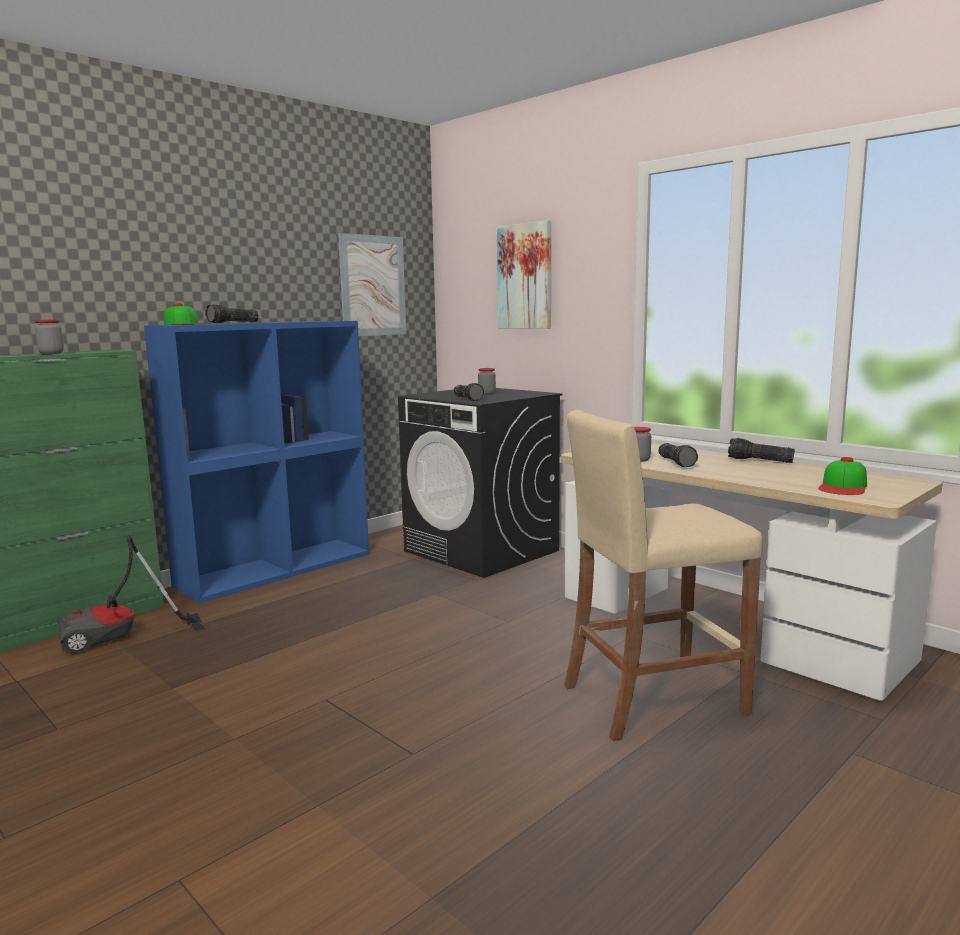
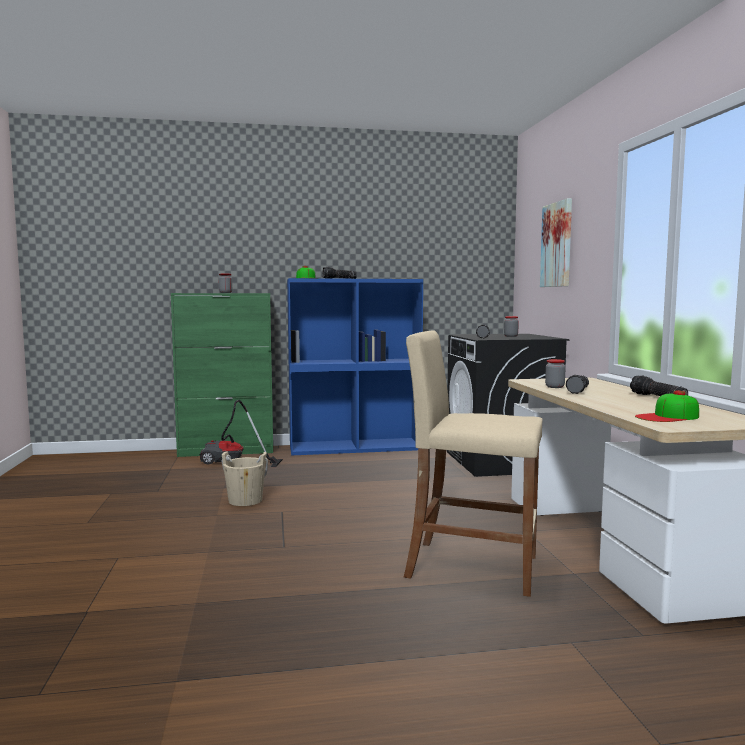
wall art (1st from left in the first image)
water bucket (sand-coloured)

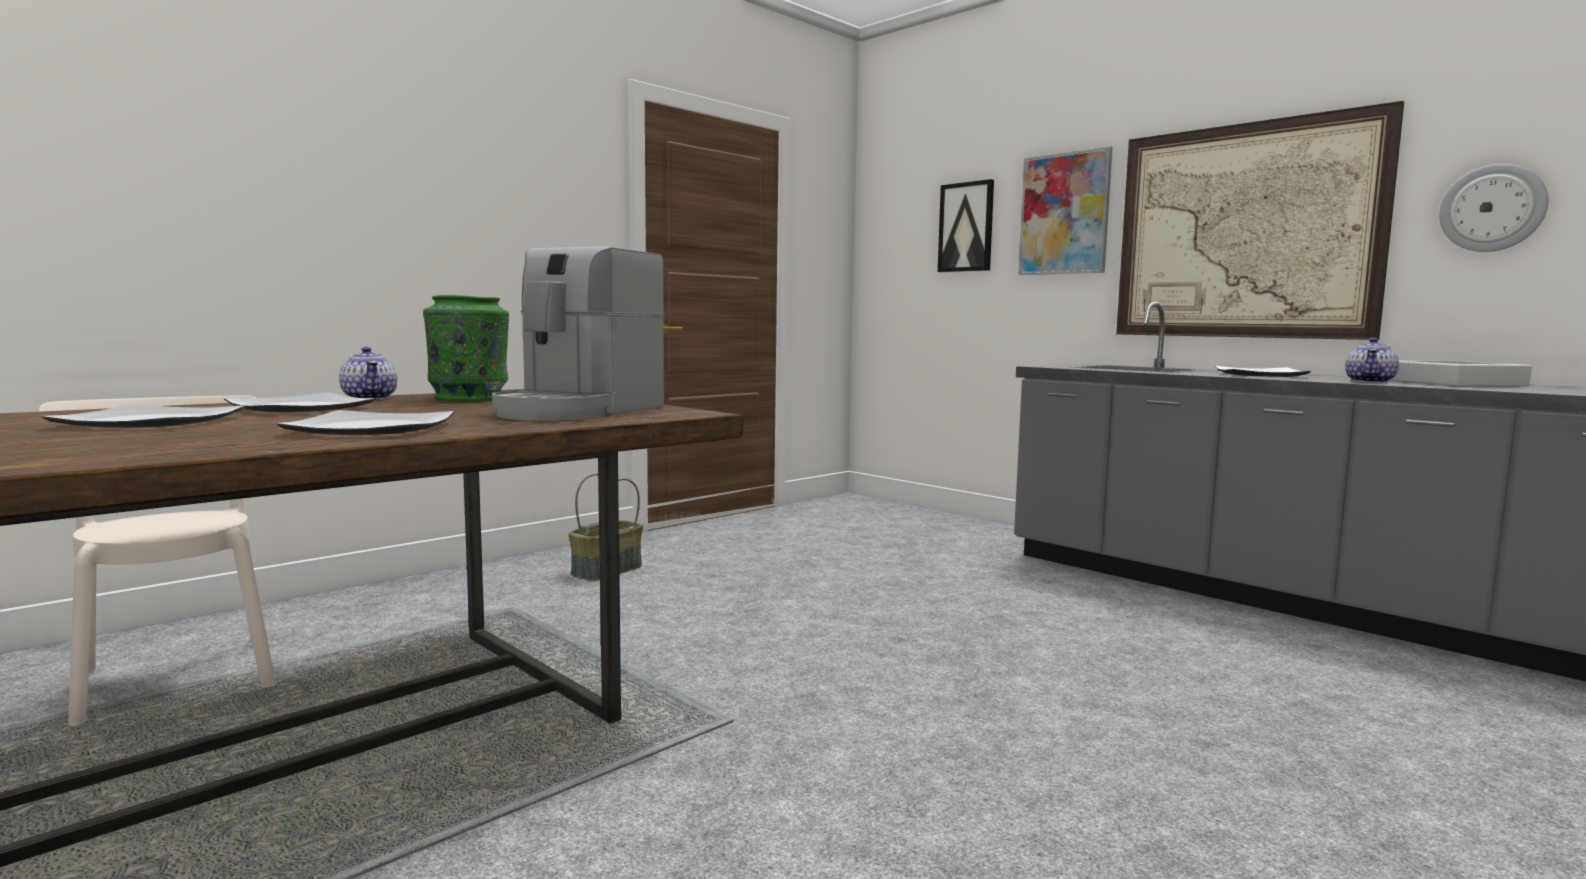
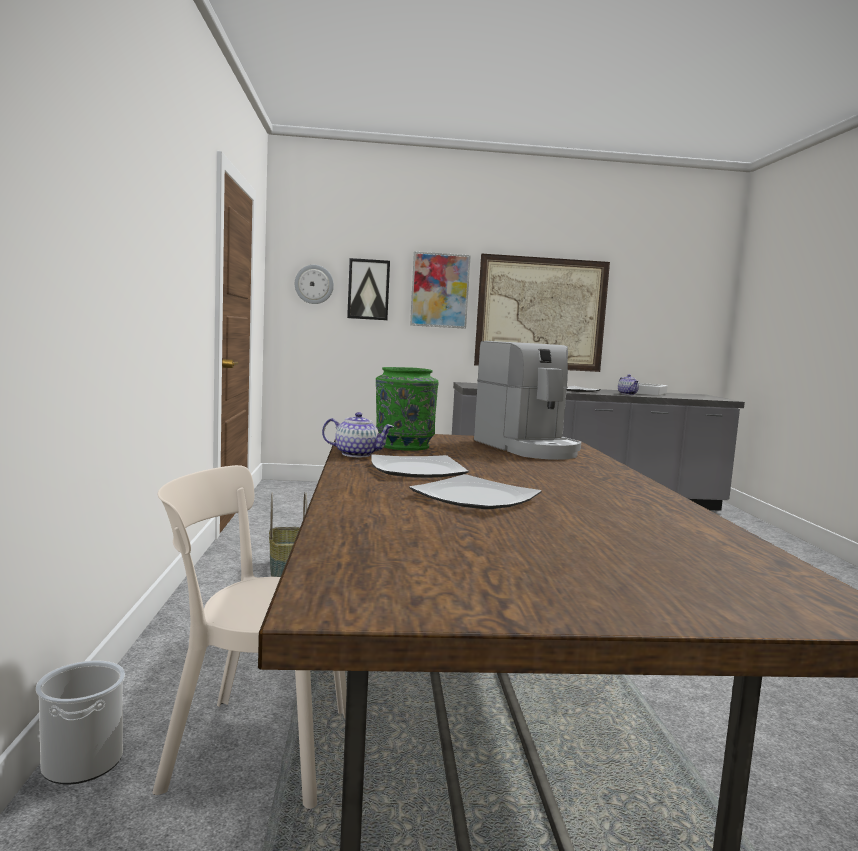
flat dish (3rd from left in the first image)
wall clock
water bucket

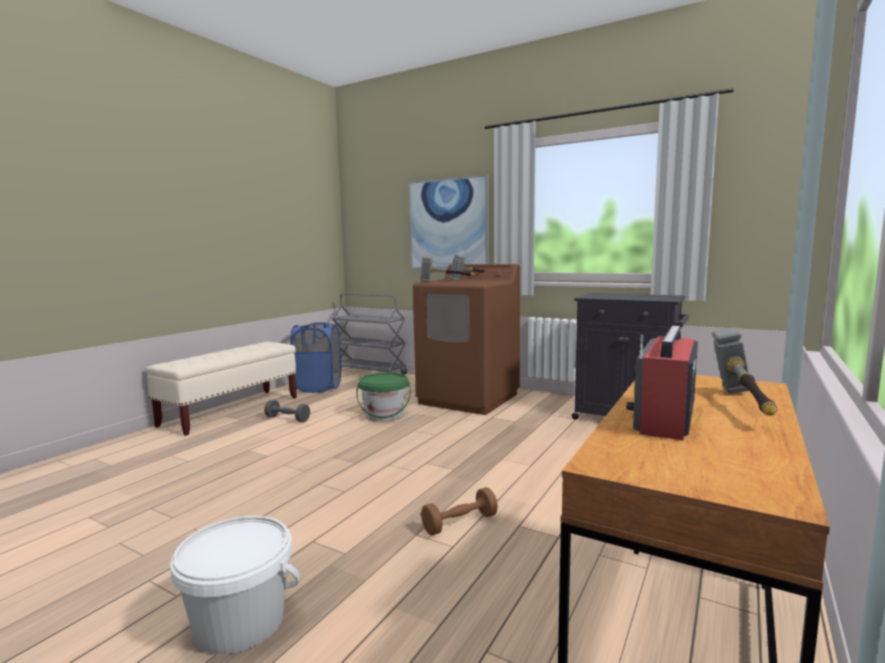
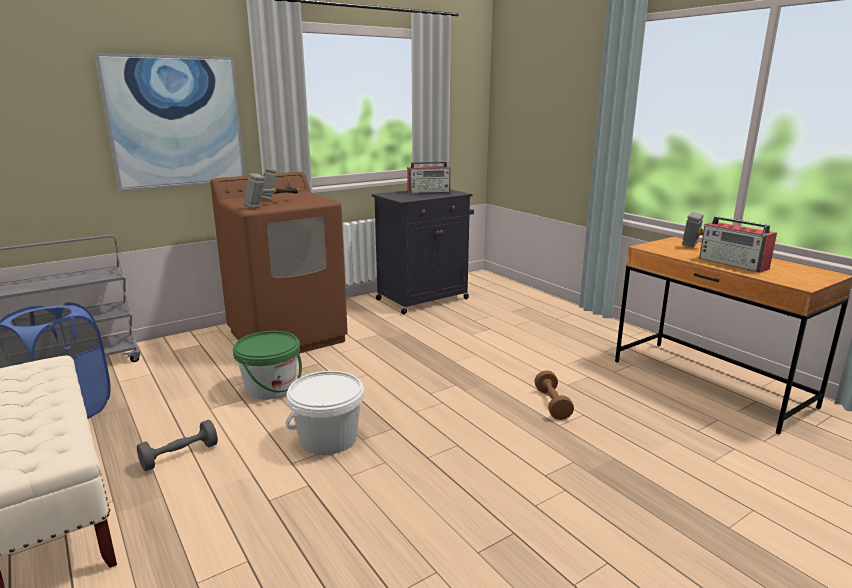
water bucket (white-coloured)
radio receiver (1st from left)

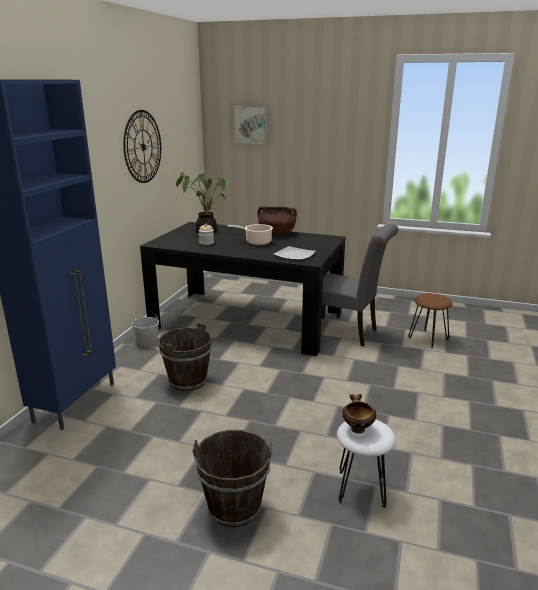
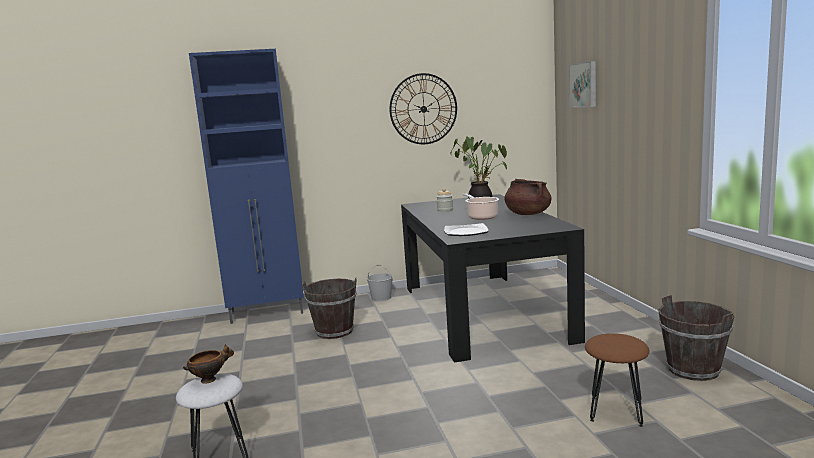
water bucket (brown) (2nd from left)
plain chair (gray)

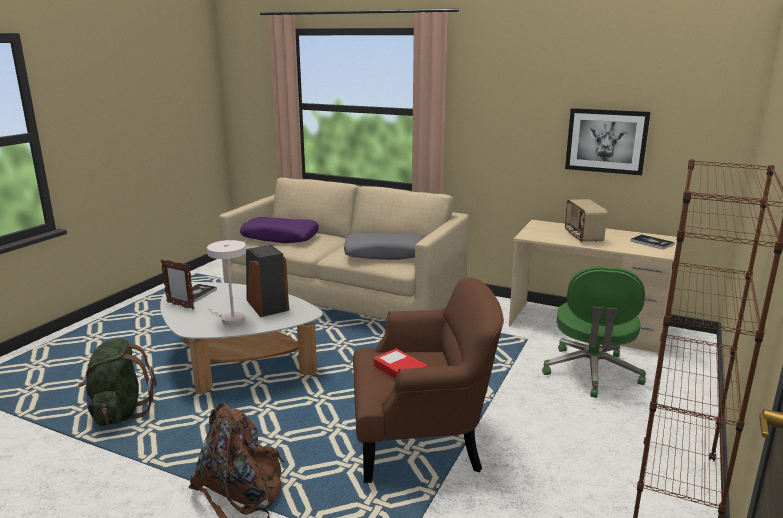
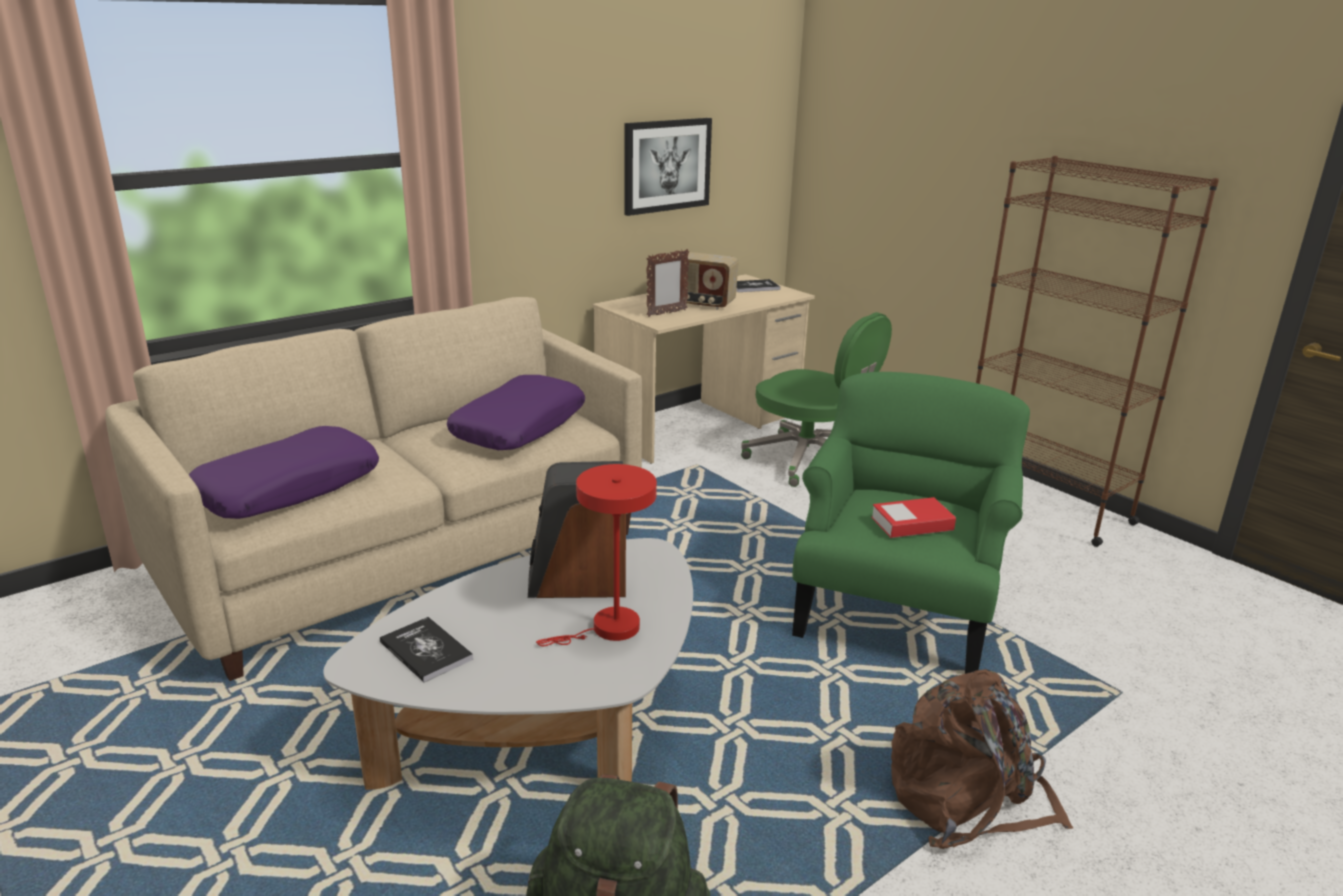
photo frame
table lamp (reddish)
pillow (purplish) (2nd from left)
lounge chair (green-coloured)

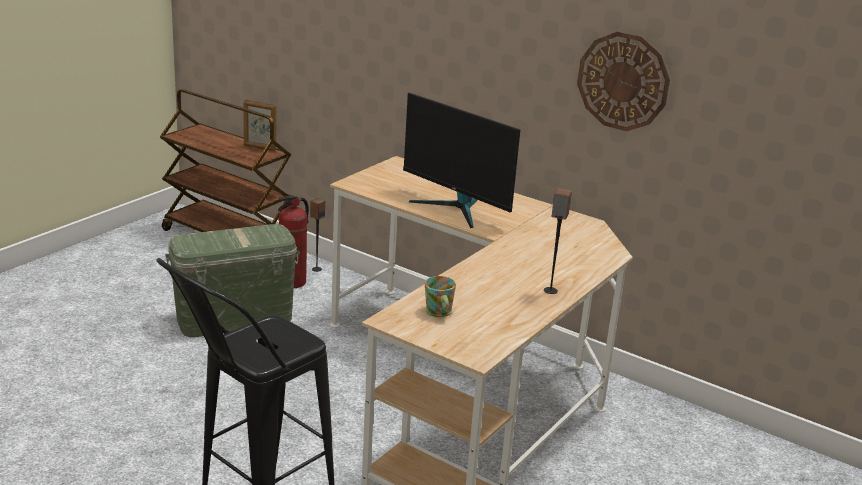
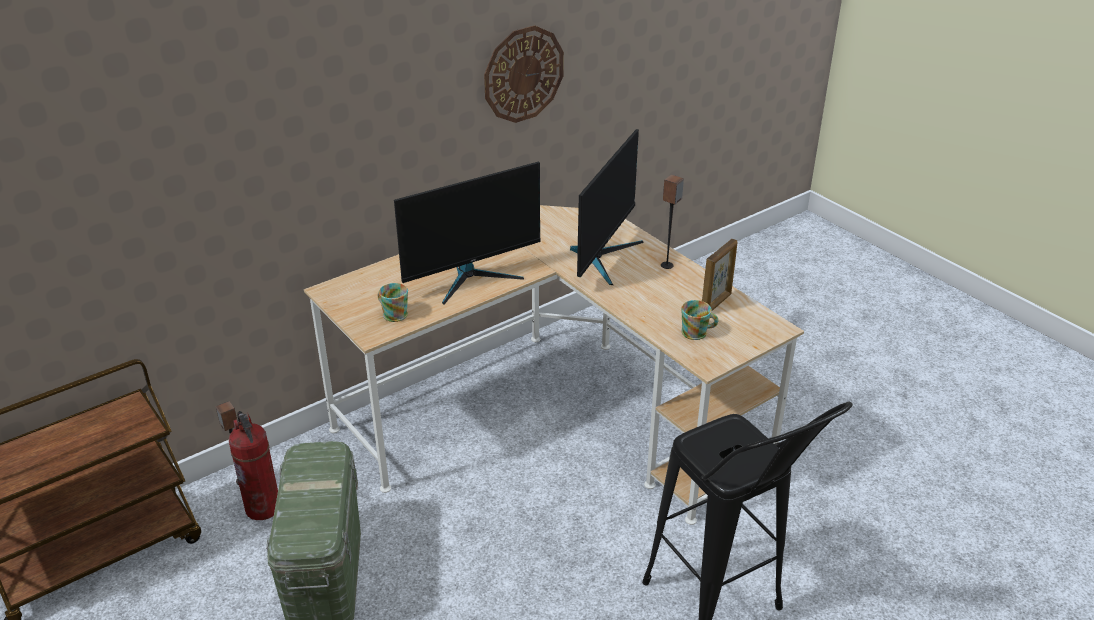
photo frame
mug (1st from left)
computer display (2nd from left)

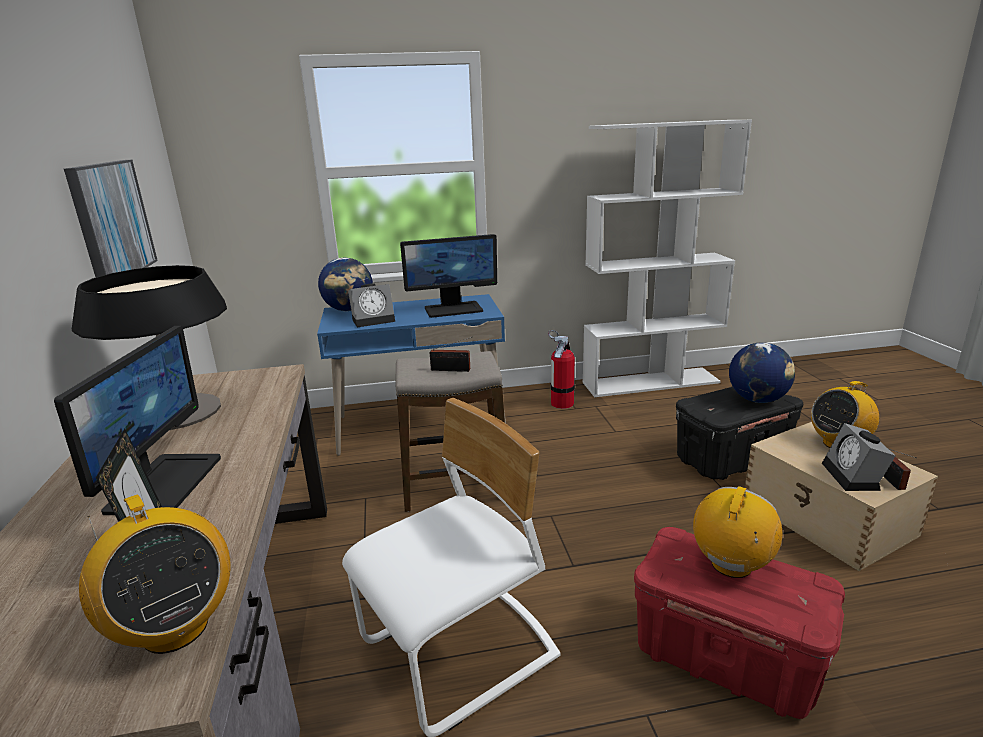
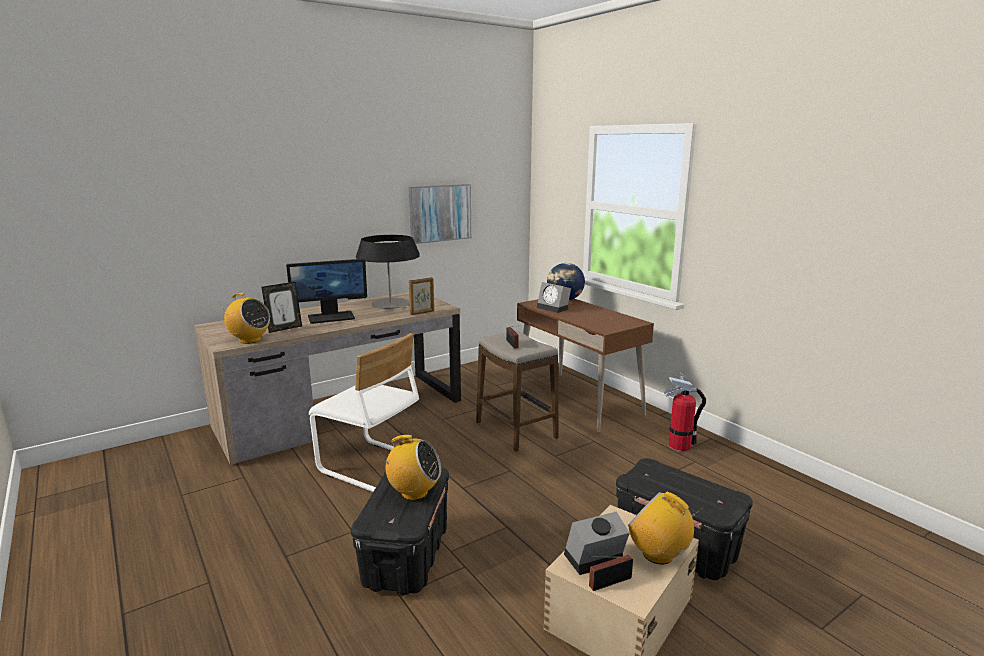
radio receiver (1st from left)
desk table (brown) (2nd from left)
computer display (2nd from left in the first image)
bookshelf (white-coloured)
storage box (blackish) (1st from left)
world globe (2nd from left in the first image)
photo frame (2nd from left)

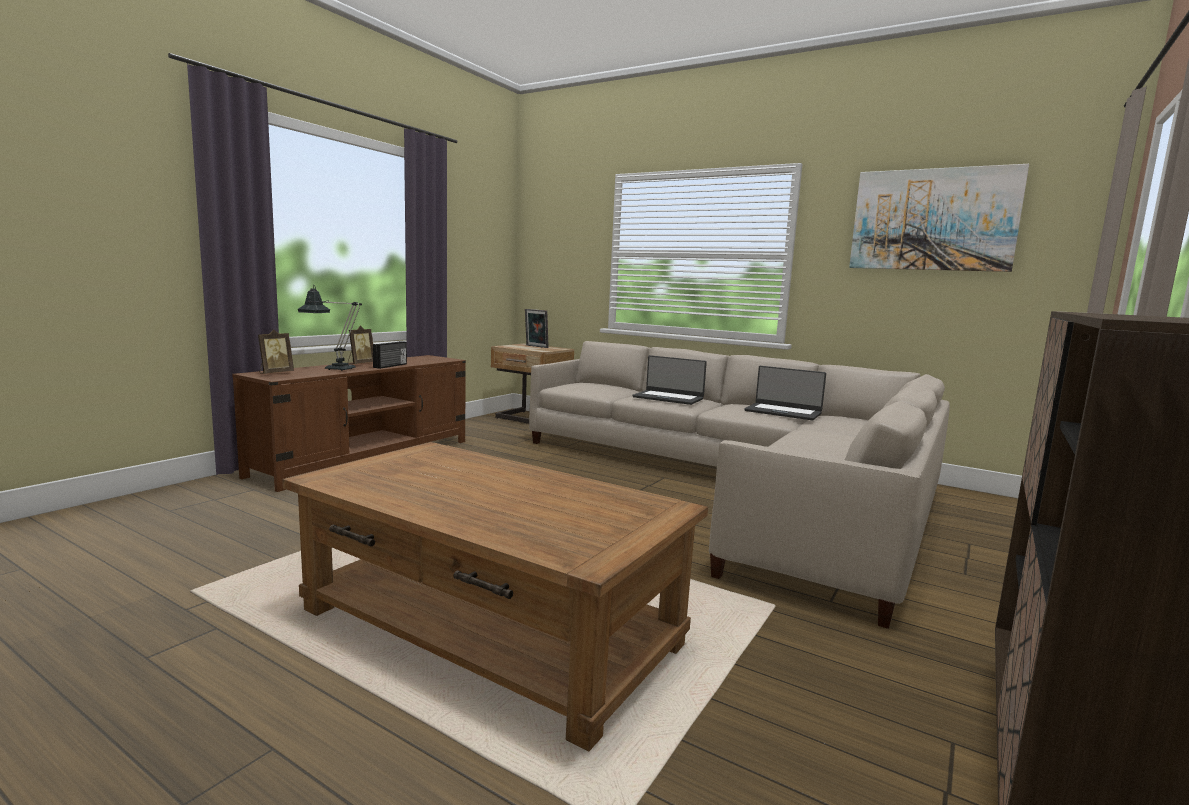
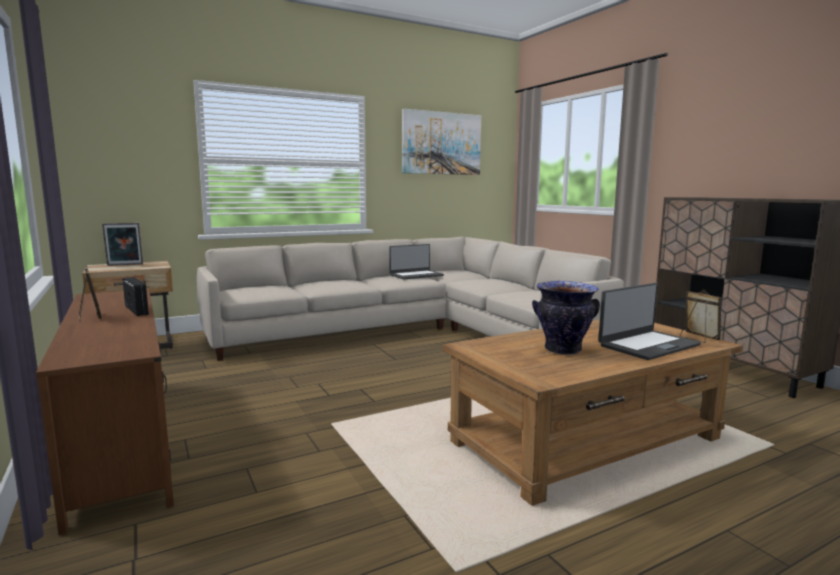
photo frame (3rd from left)
table lamp
notebook computer (2nd from left)
flower vase

